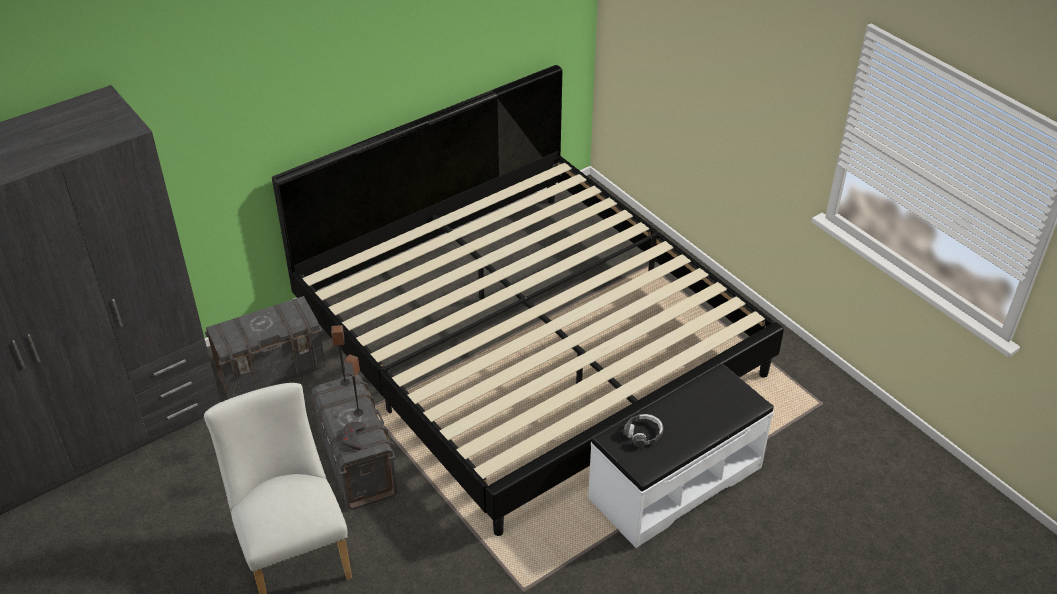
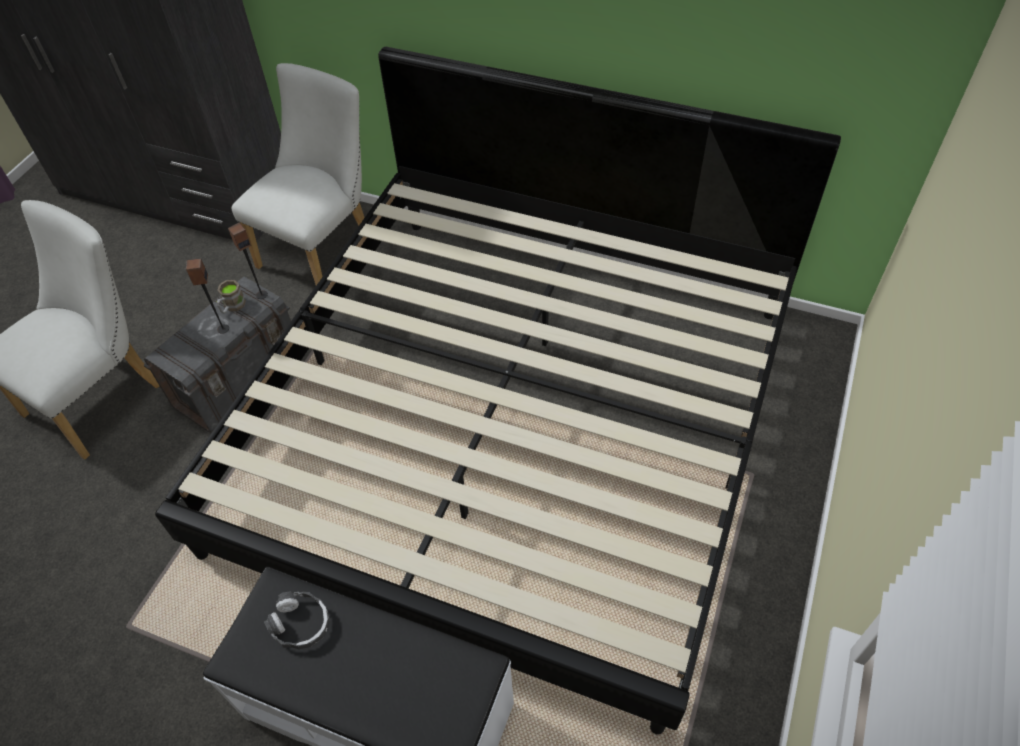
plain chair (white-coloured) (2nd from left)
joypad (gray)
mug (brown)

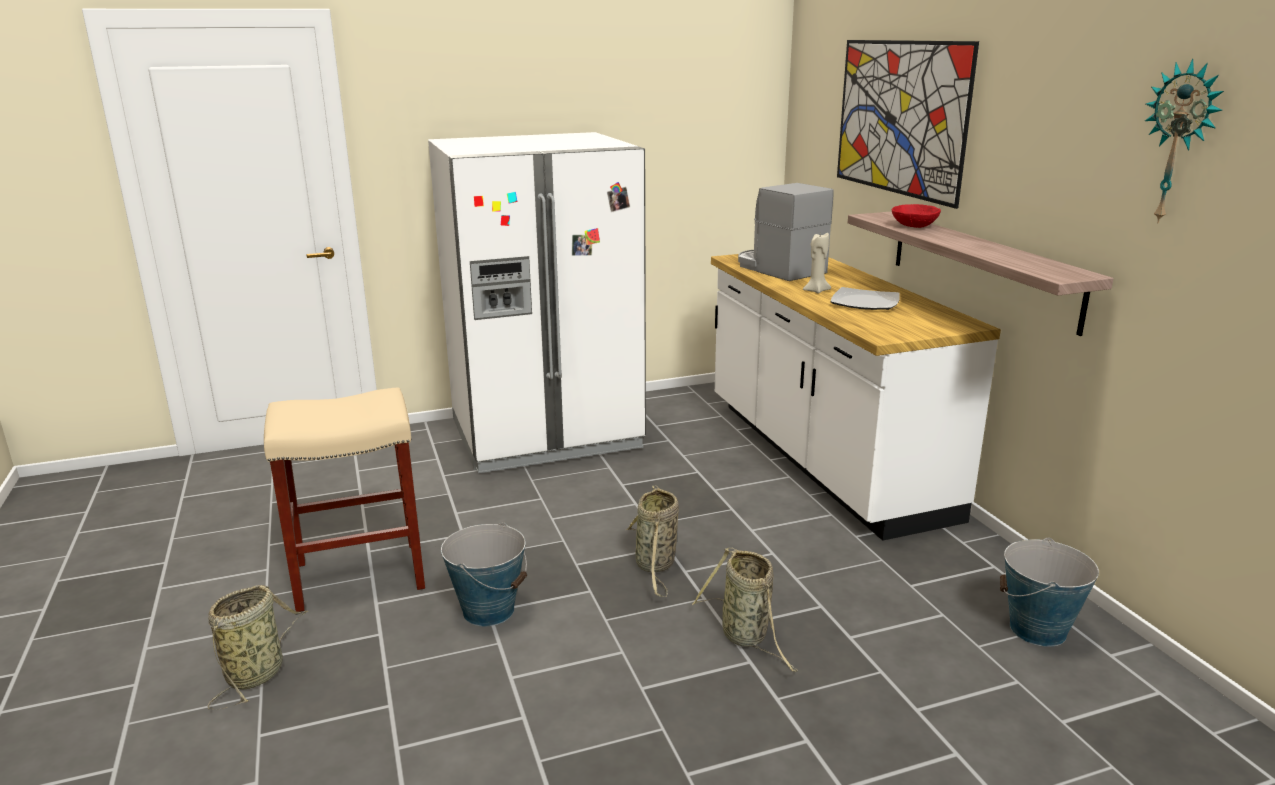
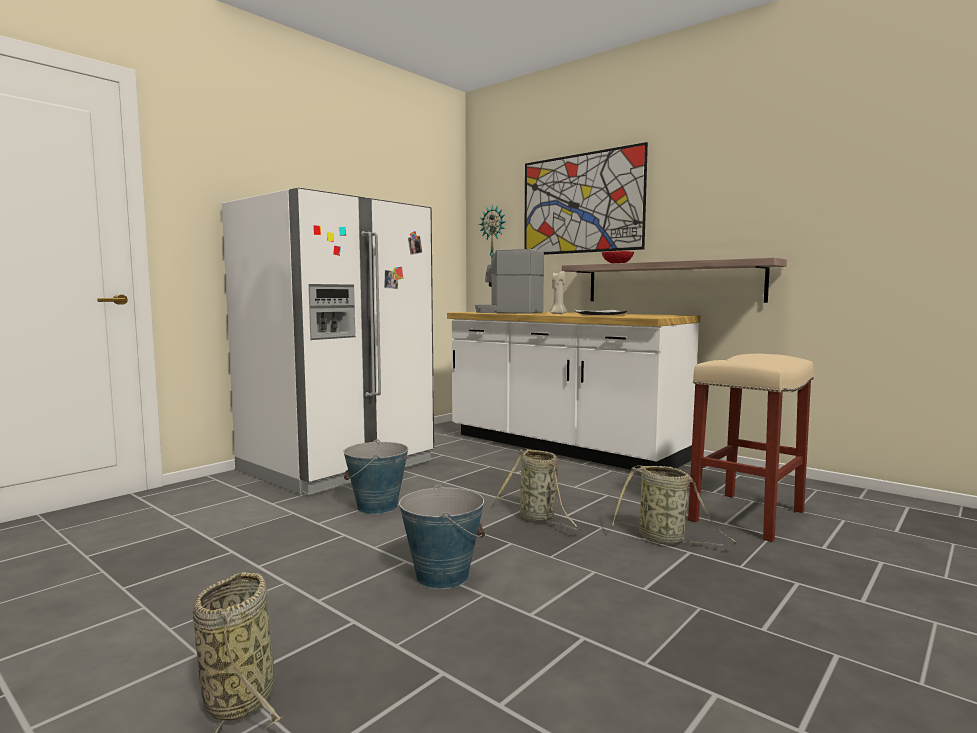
sitting stool (sand-coloured)
water bucket (1st from left)
wall clock

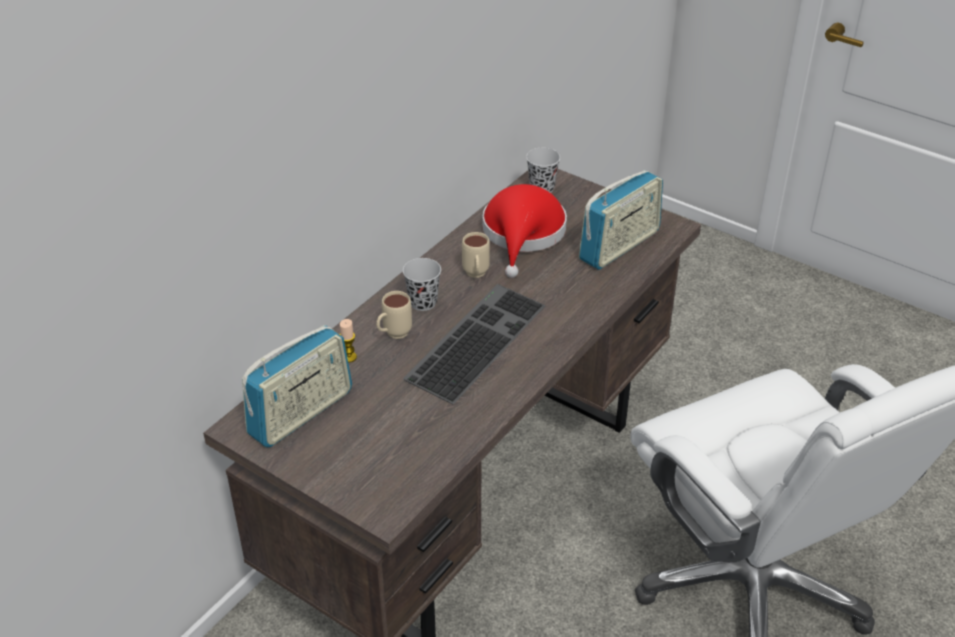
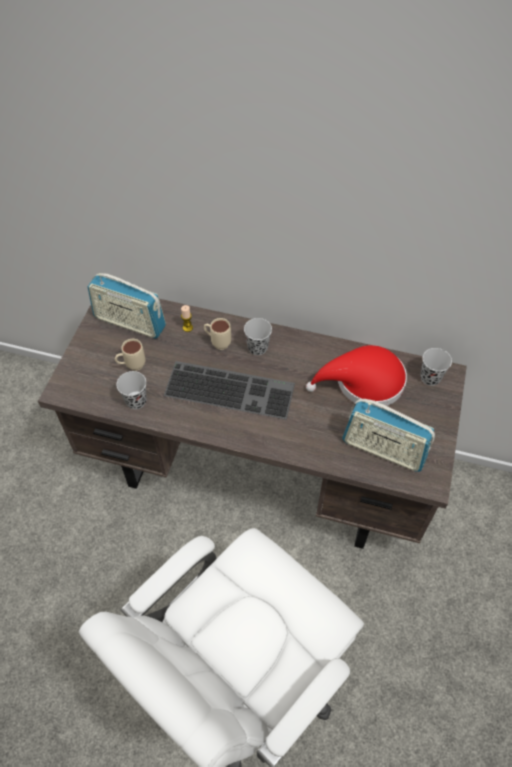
mug (sand-coloured) (1st from left)
small cup (blackish) (1st from left)

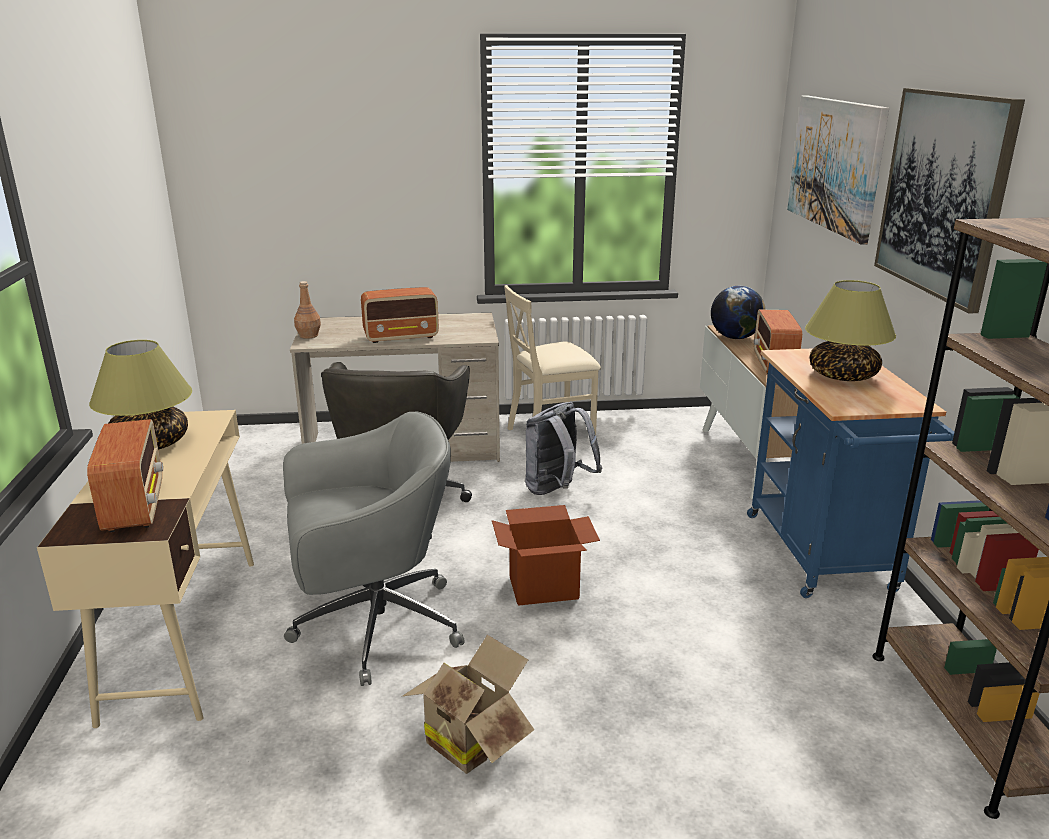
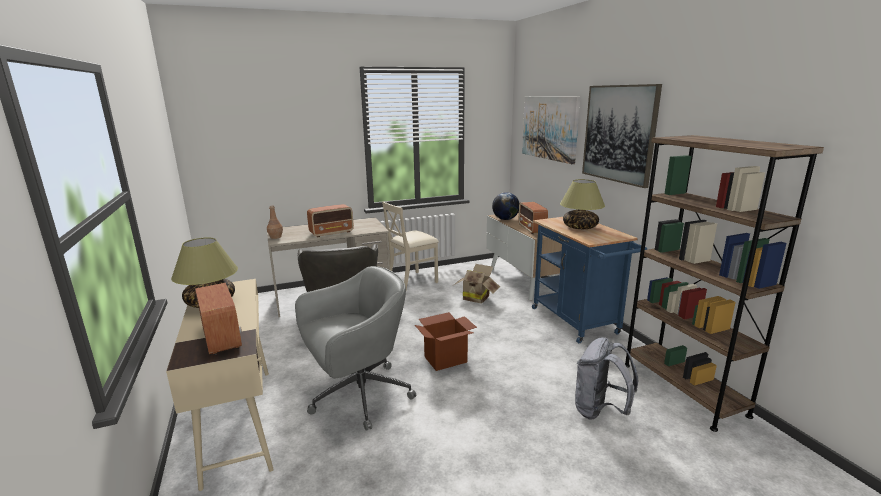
packing box (2nd from left)
rucksack (gray)

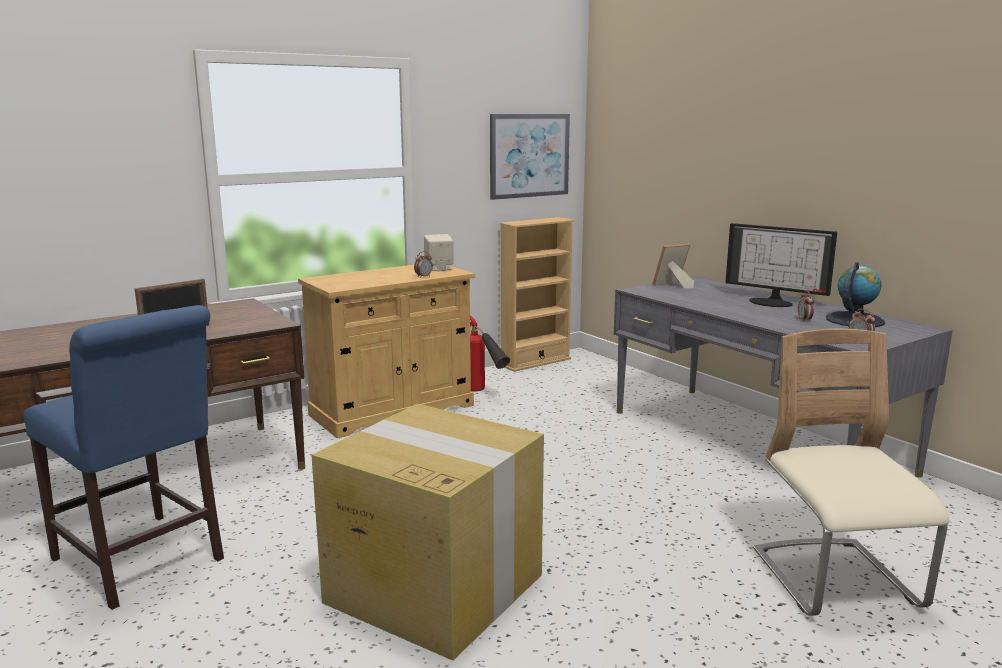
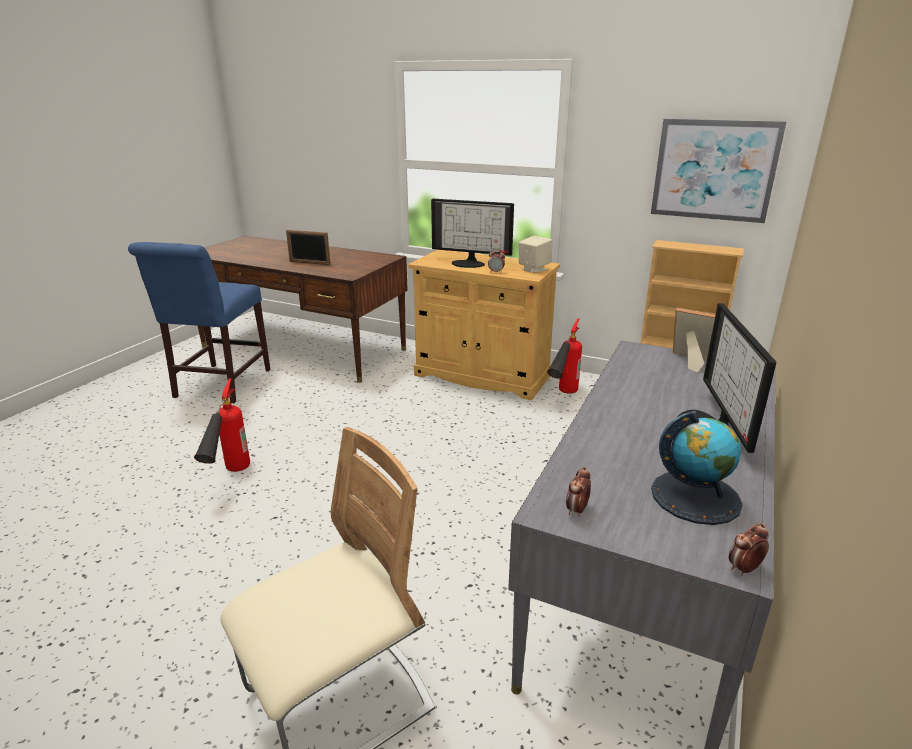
fire-fighting cylinder (1st from left)
alarm clock (3rd from left)
computer display (1st from left)

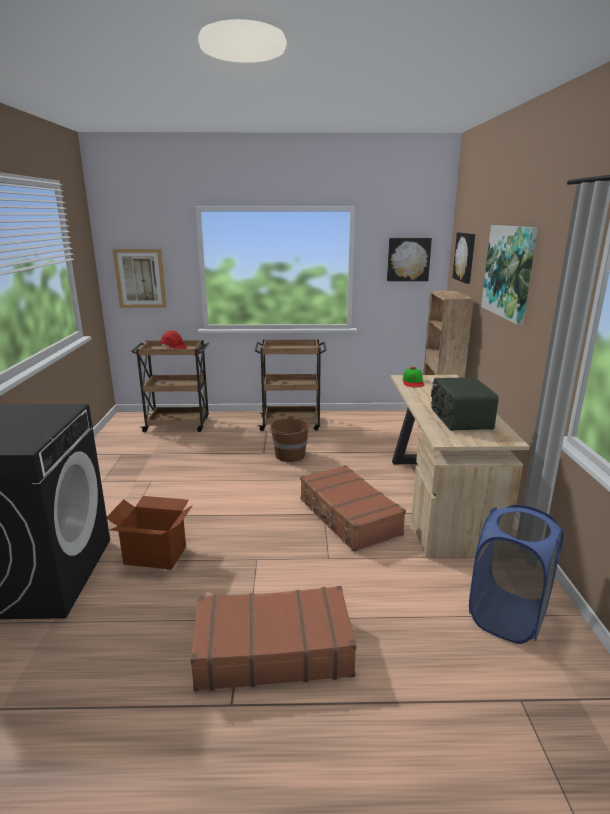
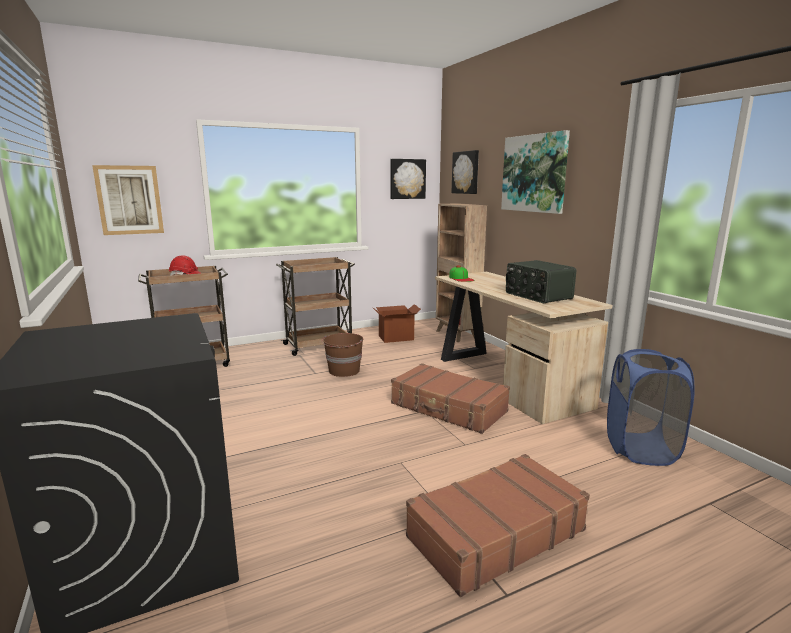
packing box

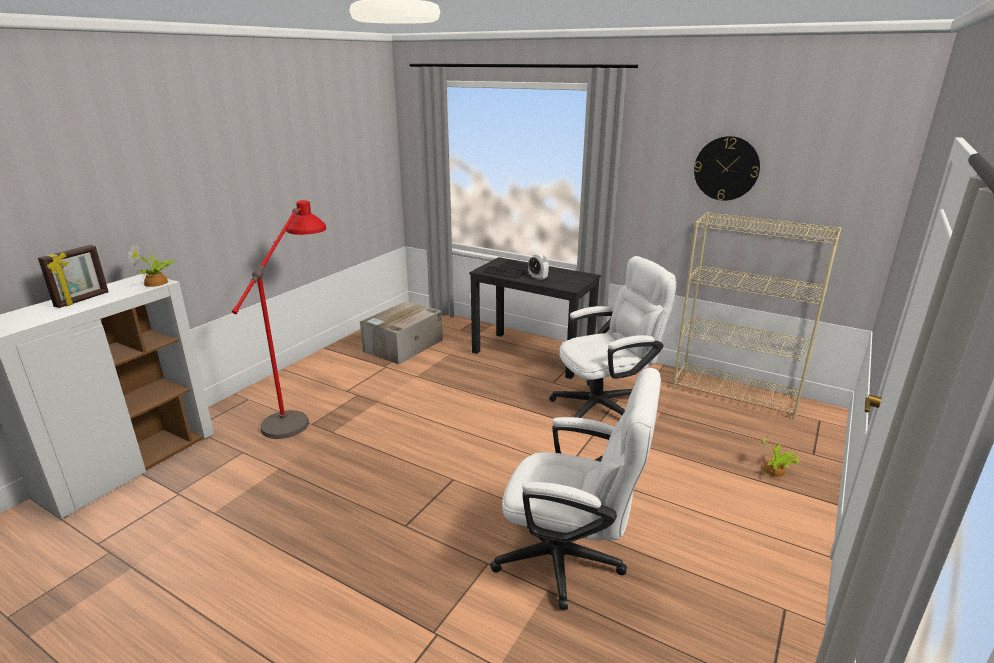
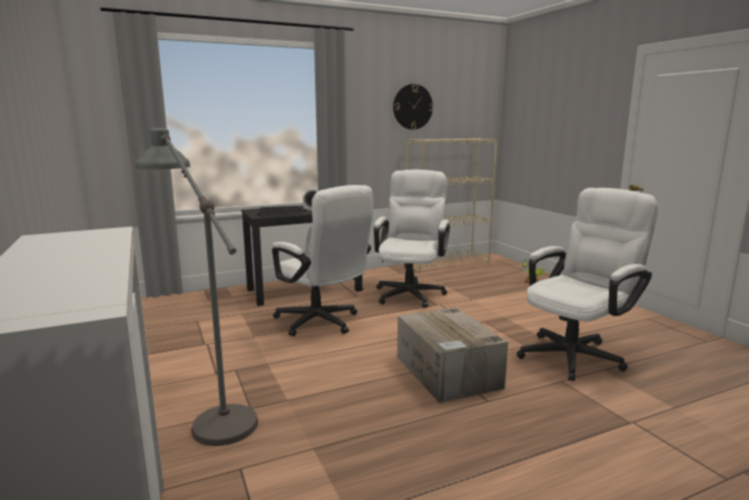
photo frame
potted plant (1st from left in the first image)
standard lamp (gray)
packing box
office chair (white-coloured) (1st from left)

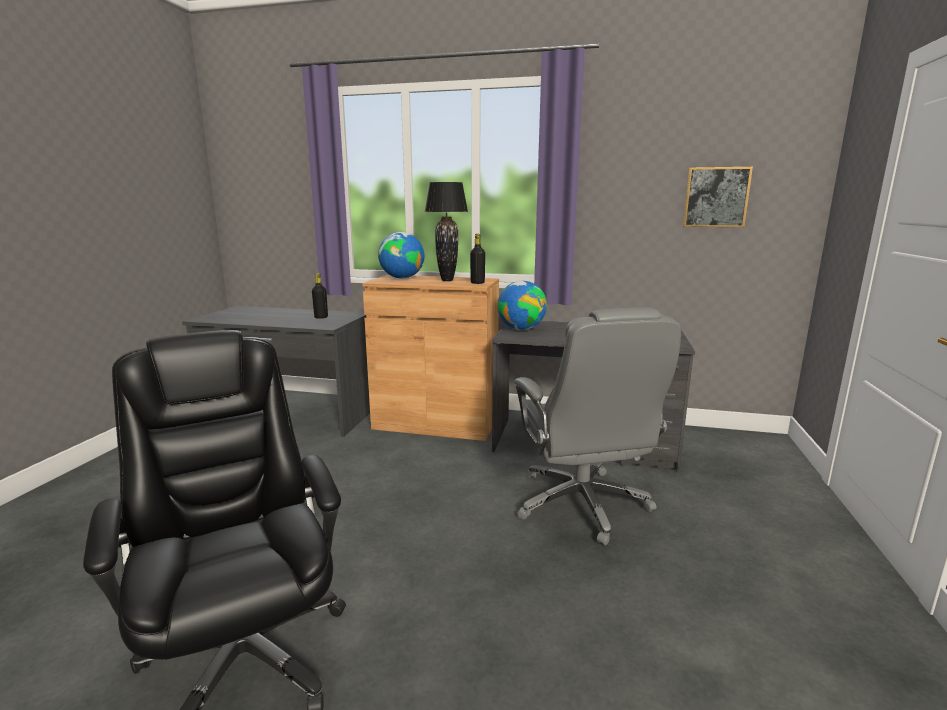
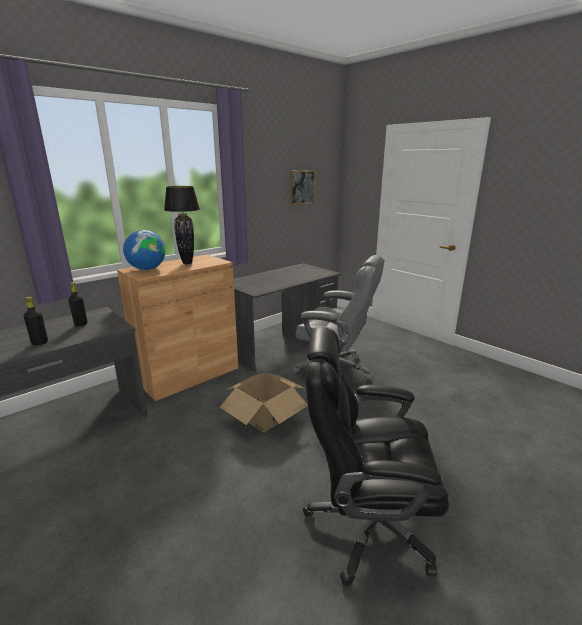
bottle (blackish) (1st from left)
world globe (2nd from left in the first image)
packing box

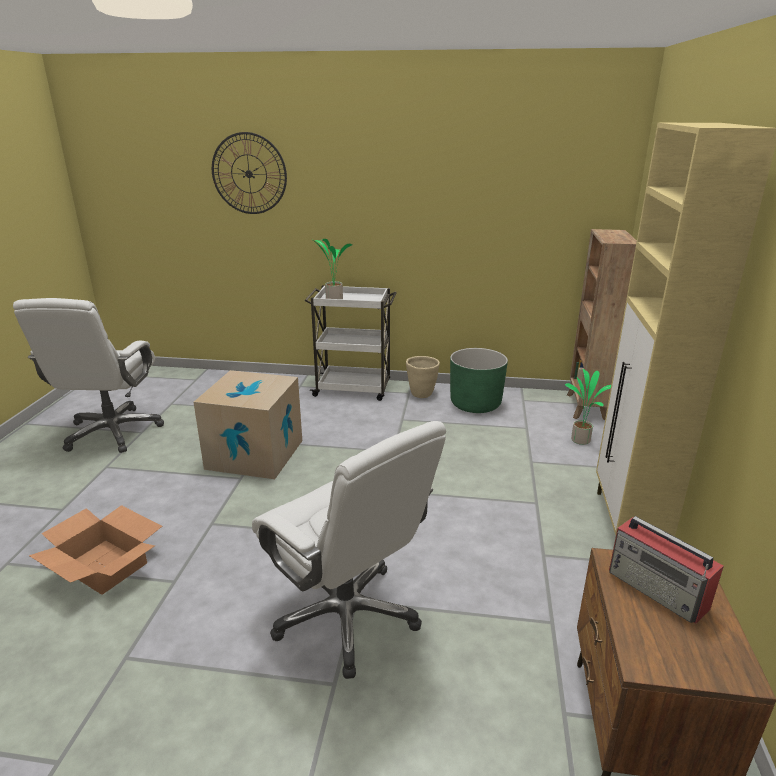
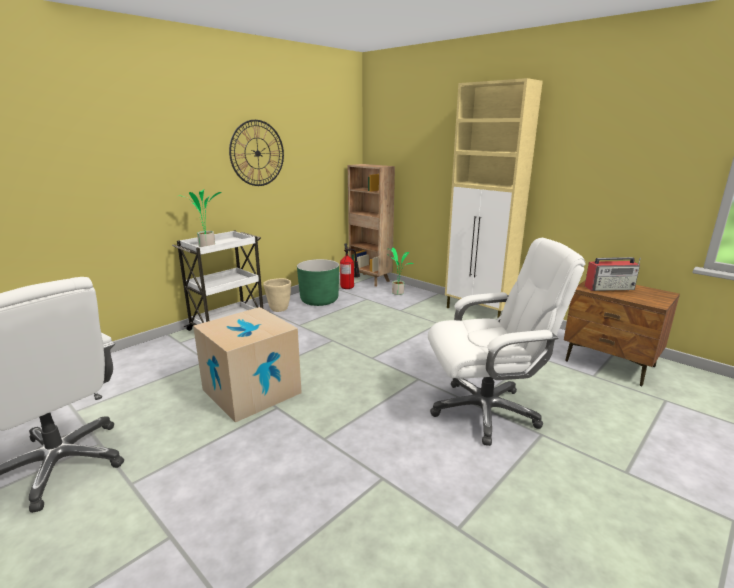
packing box (1st from left in the first image)
wall clock
fire-fighting cylinder

